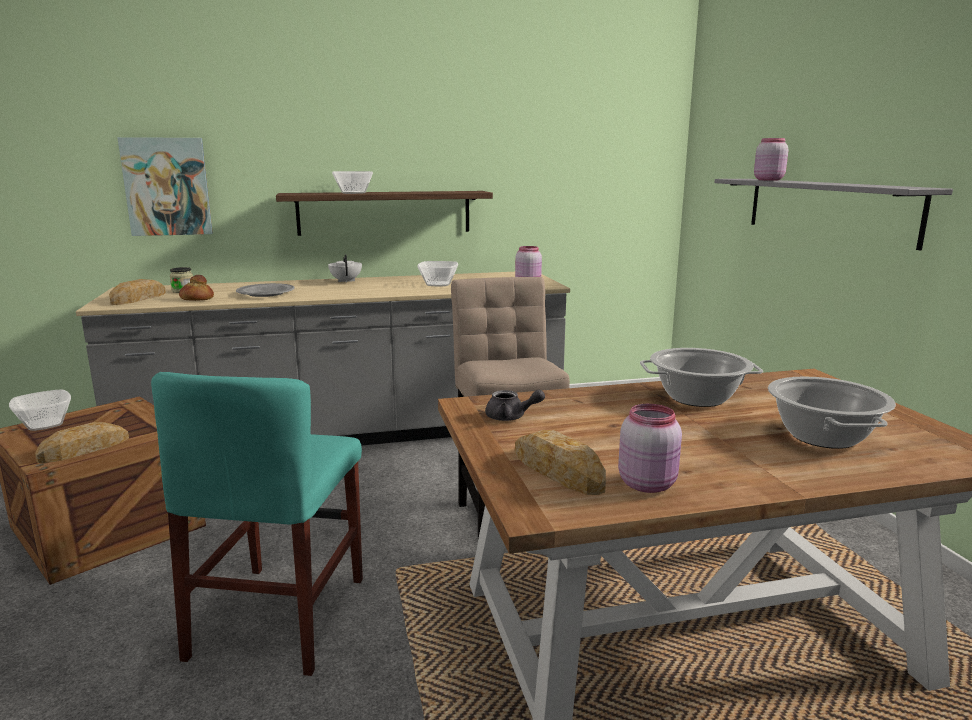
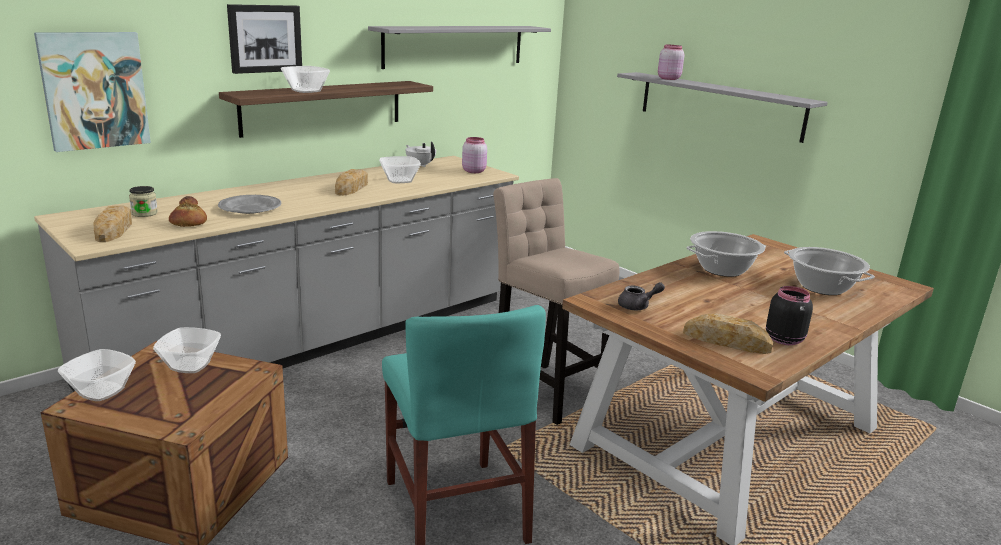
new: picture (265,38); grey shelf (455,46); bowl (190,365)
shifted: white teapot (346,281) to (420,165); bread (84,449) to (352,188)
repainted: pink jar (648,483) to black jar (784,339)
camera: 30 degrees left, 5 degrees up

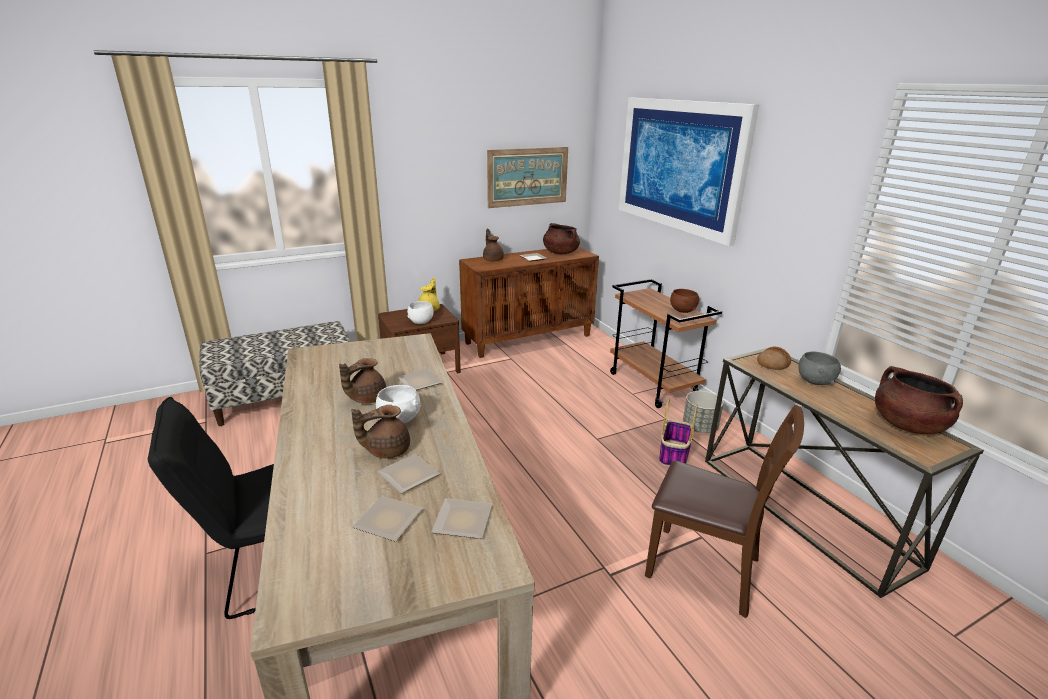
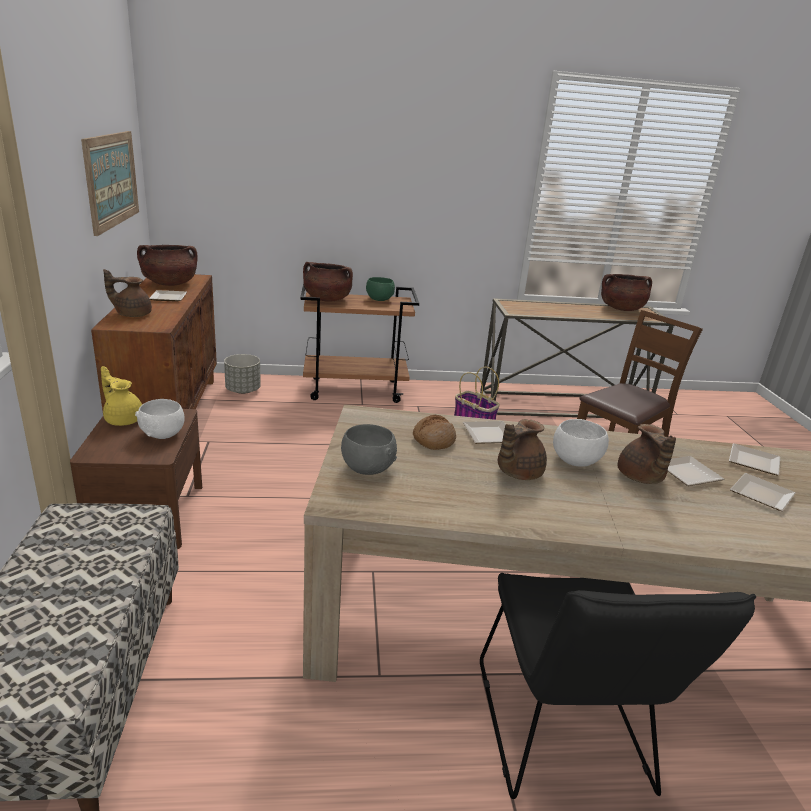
gone: picture (680,165)
new: brown cooking pot (327,299)
shifted: bread (773,363) to (433,439); grey bowl (815,381) to (367,468); grey planter (700,428) to (243,390)
repainted: brown bowl (682,310) to green bowl (379,299)
rotated: brown teapot (366,398) = (517,472) 75 degrees clockwise
camera: 70 degrees left, 0 degrees up

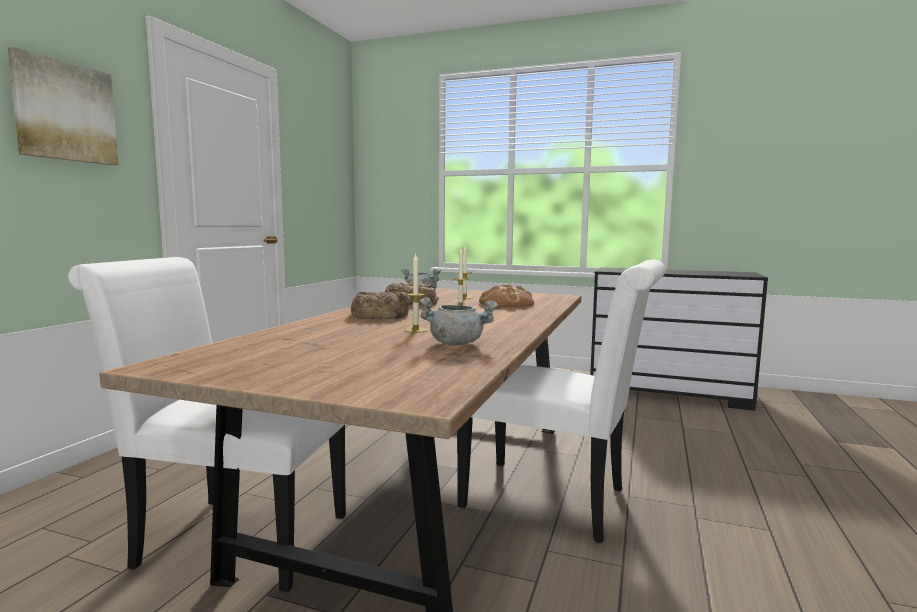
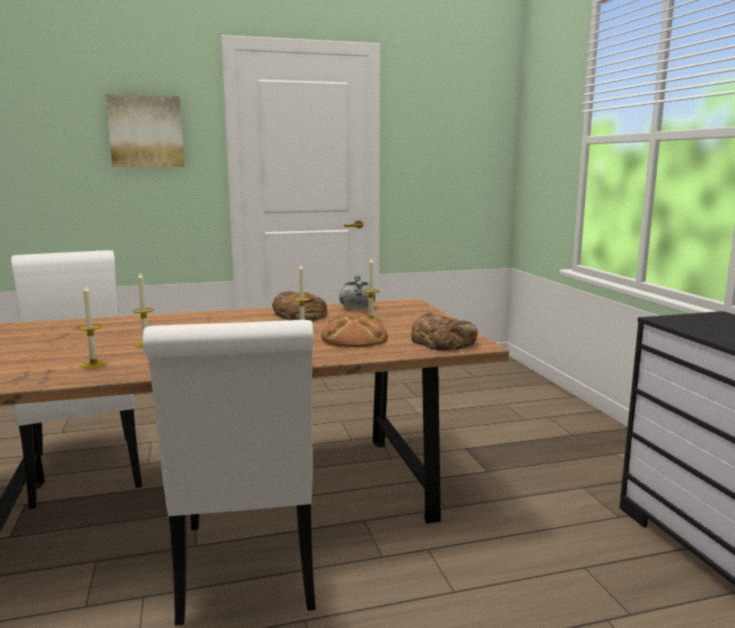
shifted: bread (381,315) to (443,341)
swapped: grey cooking pot (457,344) to candle (93,364)
camera: 55 degrees right, 5 degrees up

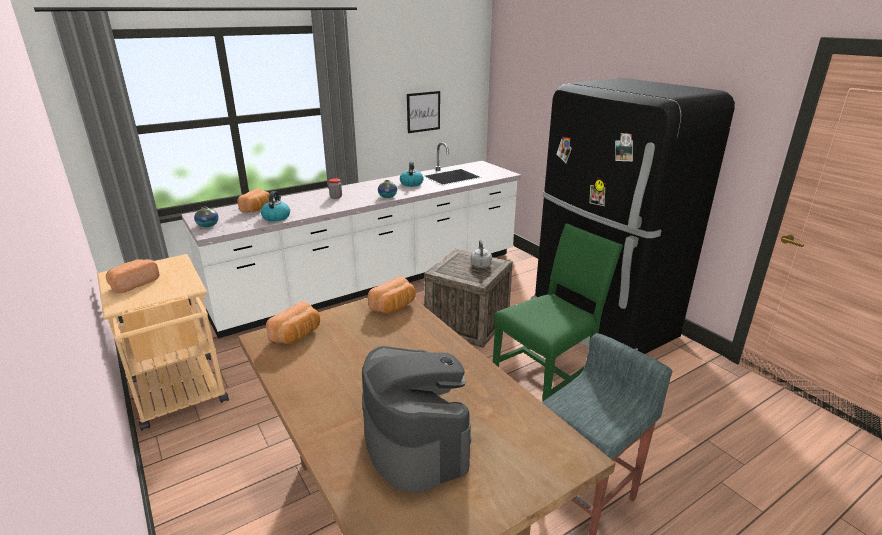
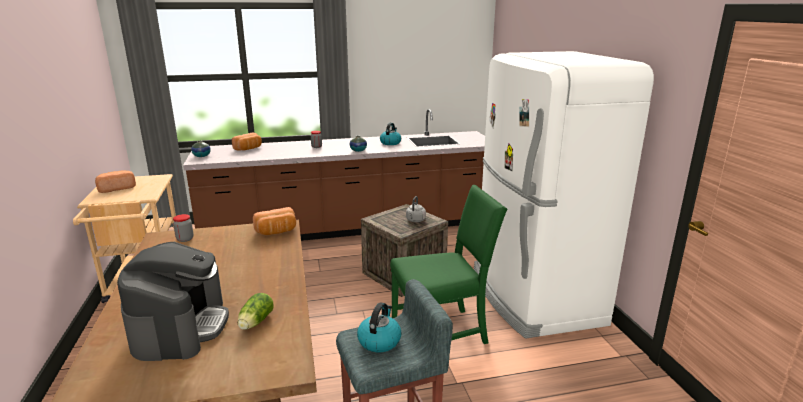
gone: picture (423,111)
new: lettuce (255,323)
shifted: kettle (276,217) to (379,341)
swapped: bread (297,335) to jar (185,239)
repainted: black fridge (600,322) to white fridge (533,297); white counter (374,282) to brown counter (350,228)
camera: 20 degrees right, 5 degrees down

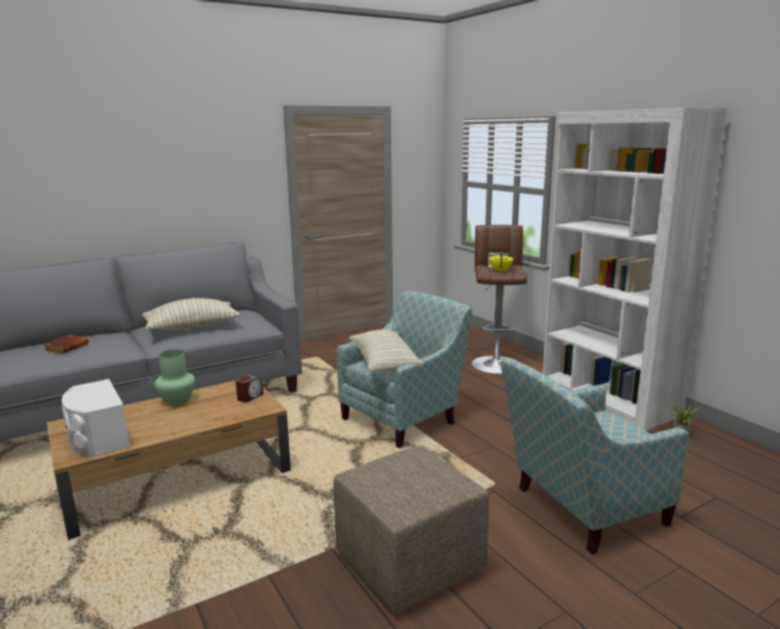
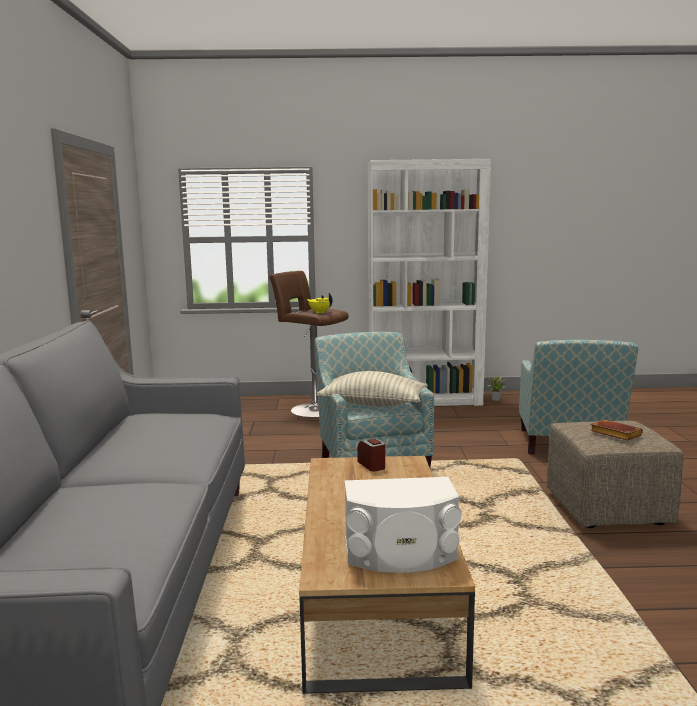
gone: pillow (192,327); green vase (178,400)
shifted: brown book (67,347) to (614,434)
camera: 60 degrees left, 5 degrees down

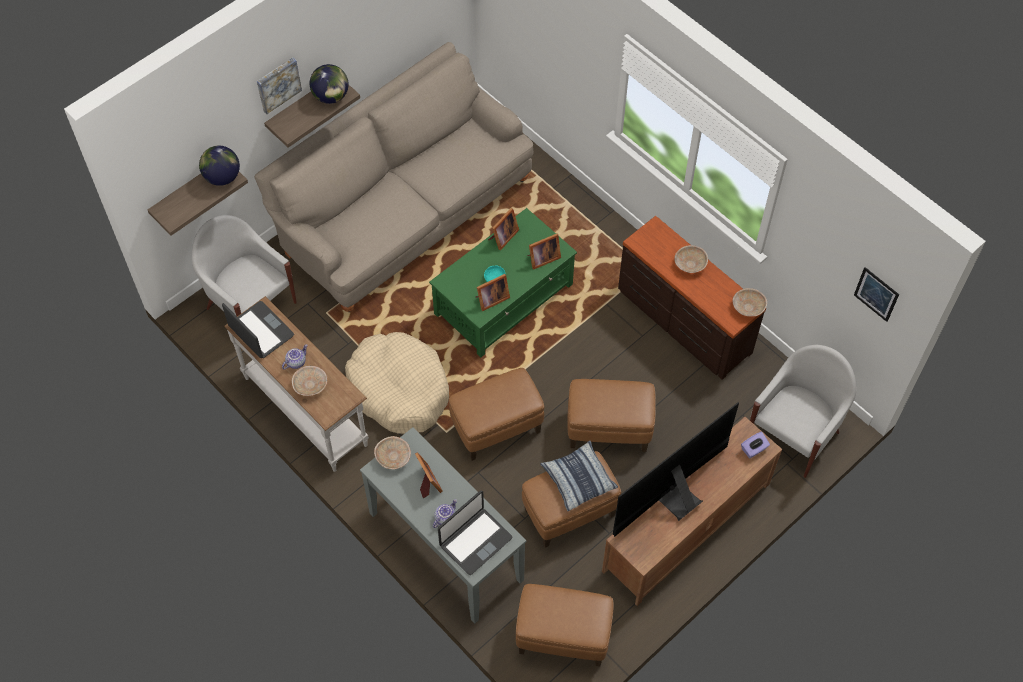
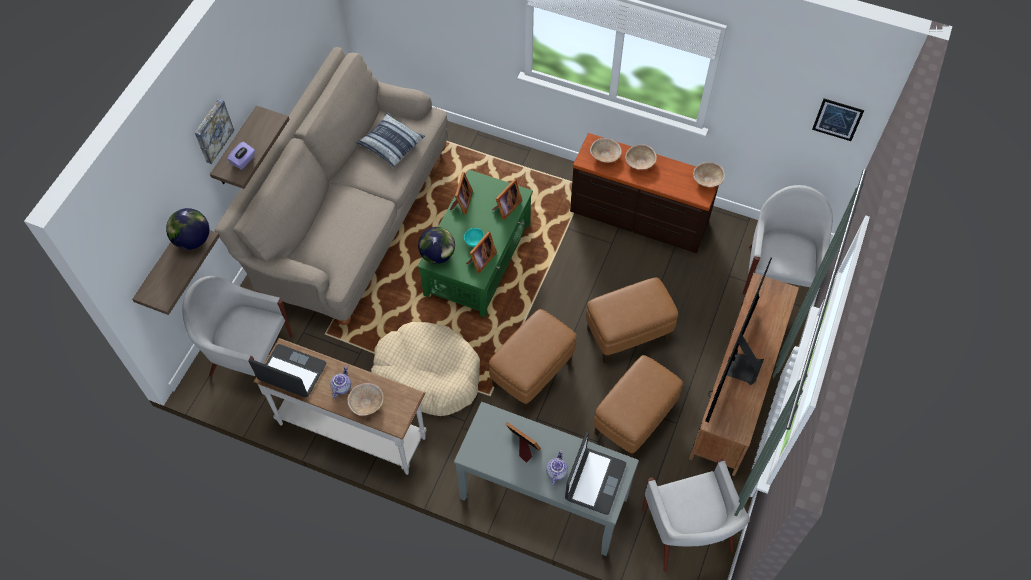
shifted: globe (331,96) to (438,255); purple tissue box (754,449) to (243,161); beige bowl (393,457) to (605,155); pillow (578,479) to (391,144)
swapped: brown ottoman (562,637) to white armchair (687,532)
camera: 25 degrees left, 0 degrees up

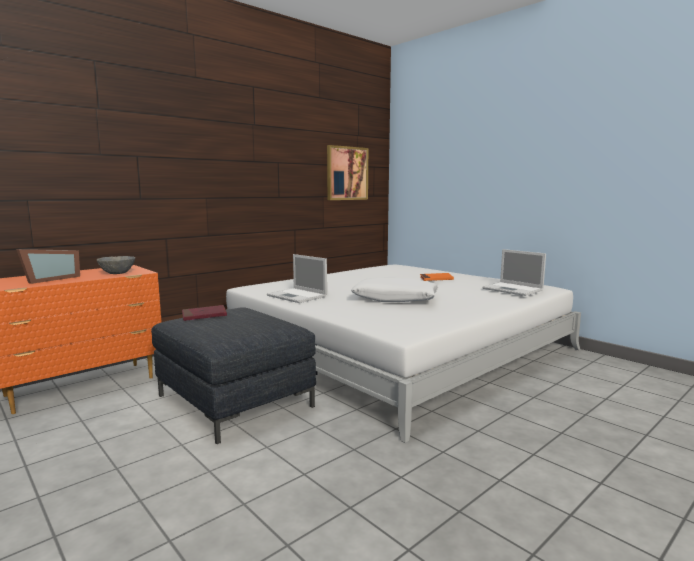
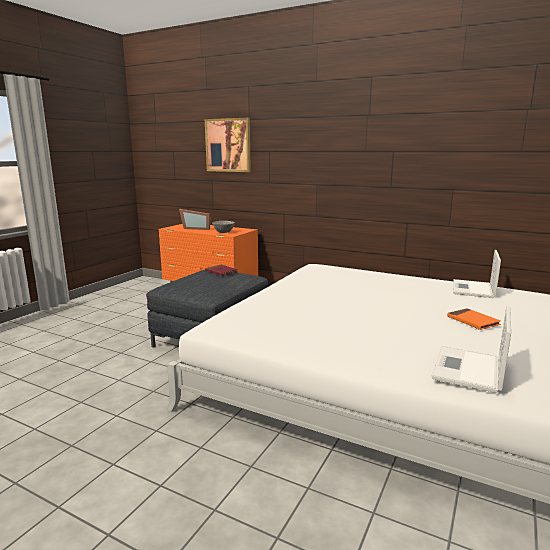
gone: white pillow (395,299)
shifted: picture (347,173) to (228,145); laptop (297,296) to (473,289)
camera: 70 degrees right, 5 degrees up

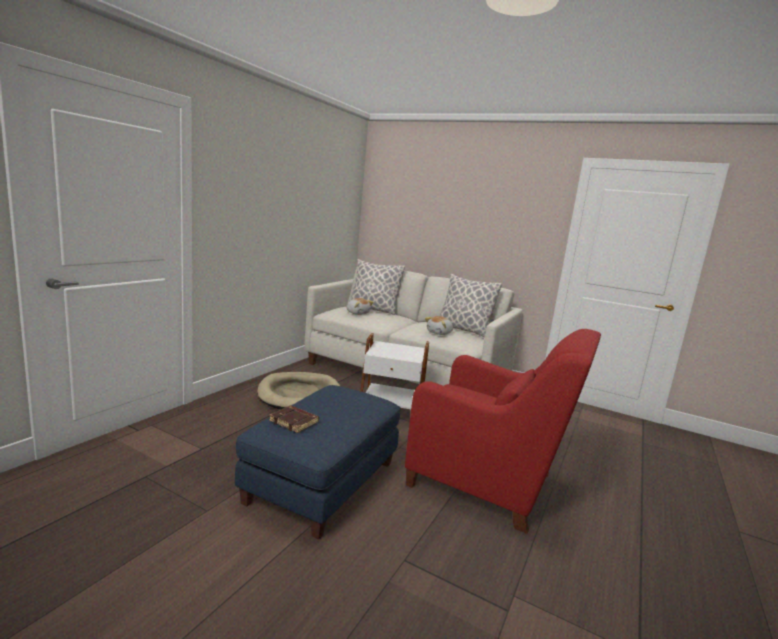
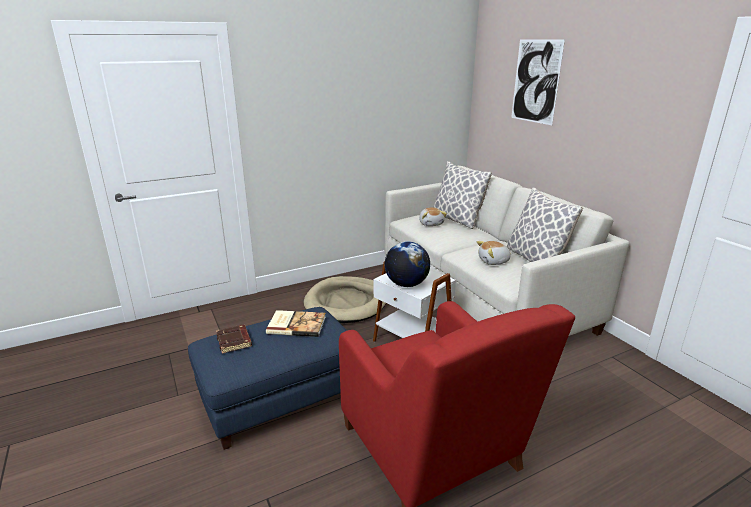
new: picture (536,81); globe (406,284); book (296,324)
camera: 35 degrees right, 10 degrees up

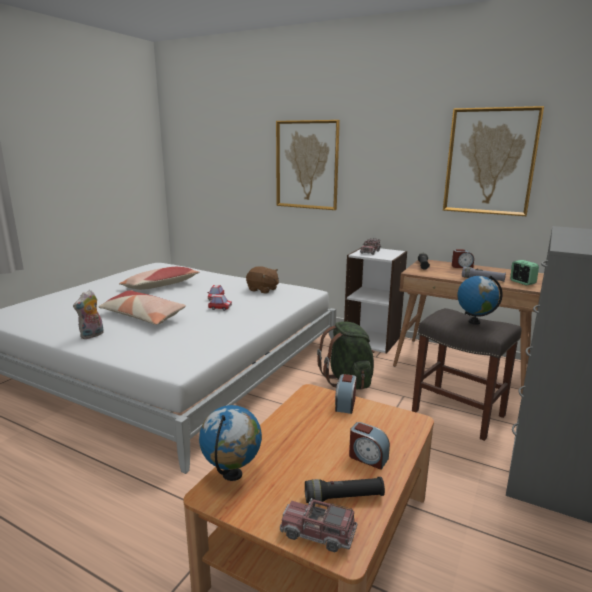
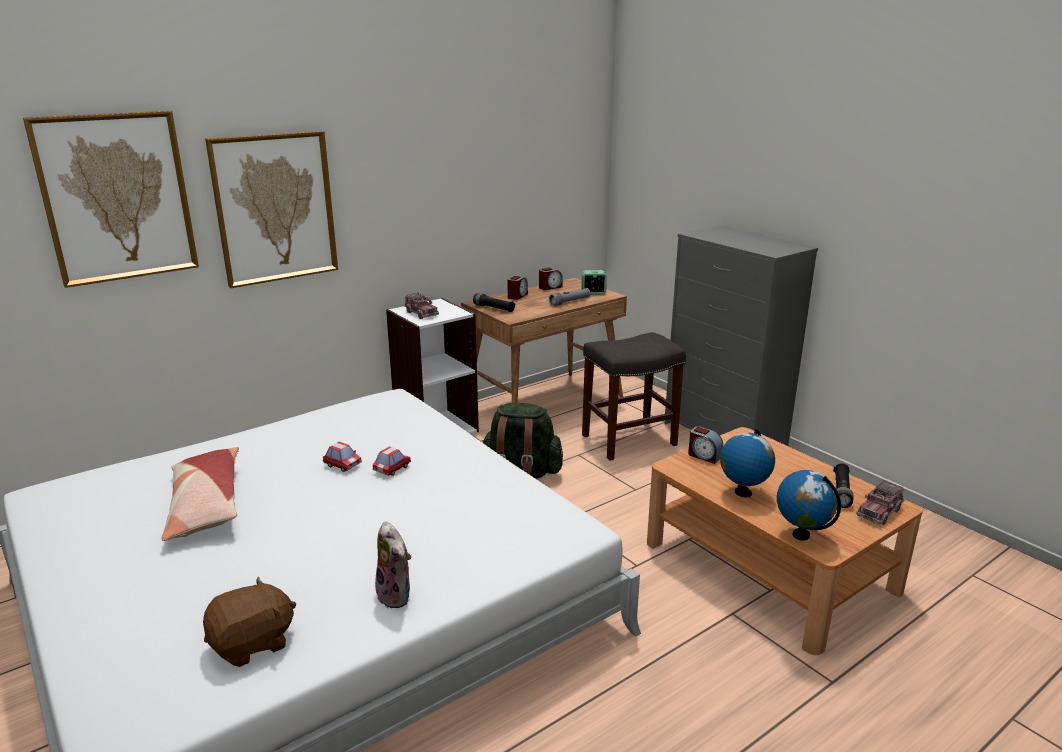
gone: pillow (143,316)
shifted: picture (490,162) to (117,197); brown plush toy (262,290) to (253,644); globe (474,322) to (742,493); alarm clock (367,458) to (550,287)
camera: 65 degrees left, 5 degrees up

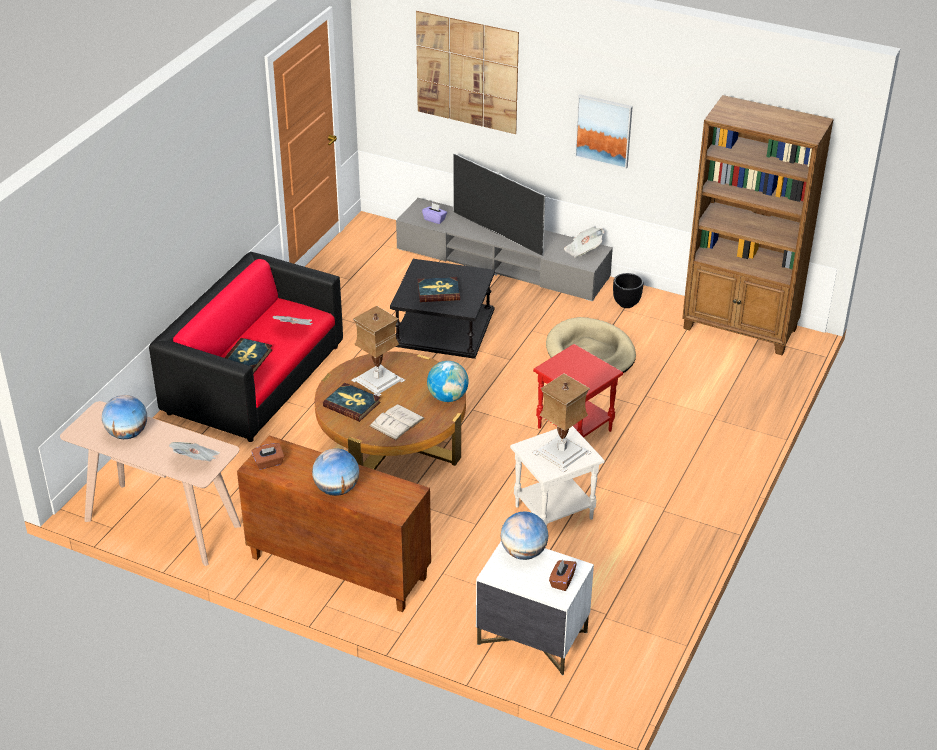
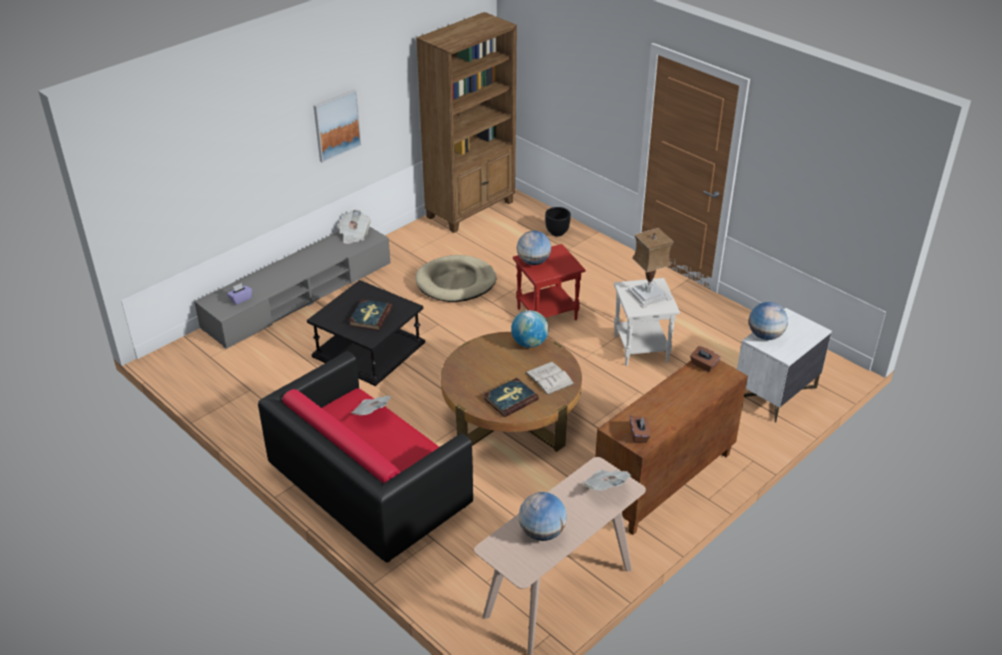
gone: picture (467,72); television (498,233); table lamp (376,380); book (247,358)
shifted: black planter (626,303) to (557,233); globe (336,489) to (533,262); brown tissue box (562,581) to (703,365)
camera: 70 degrees left, 0 degrees up

